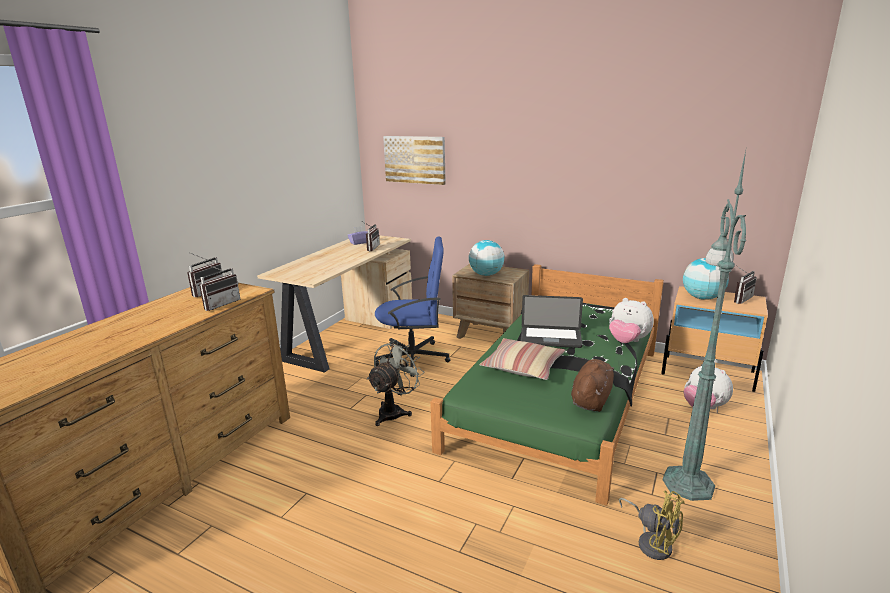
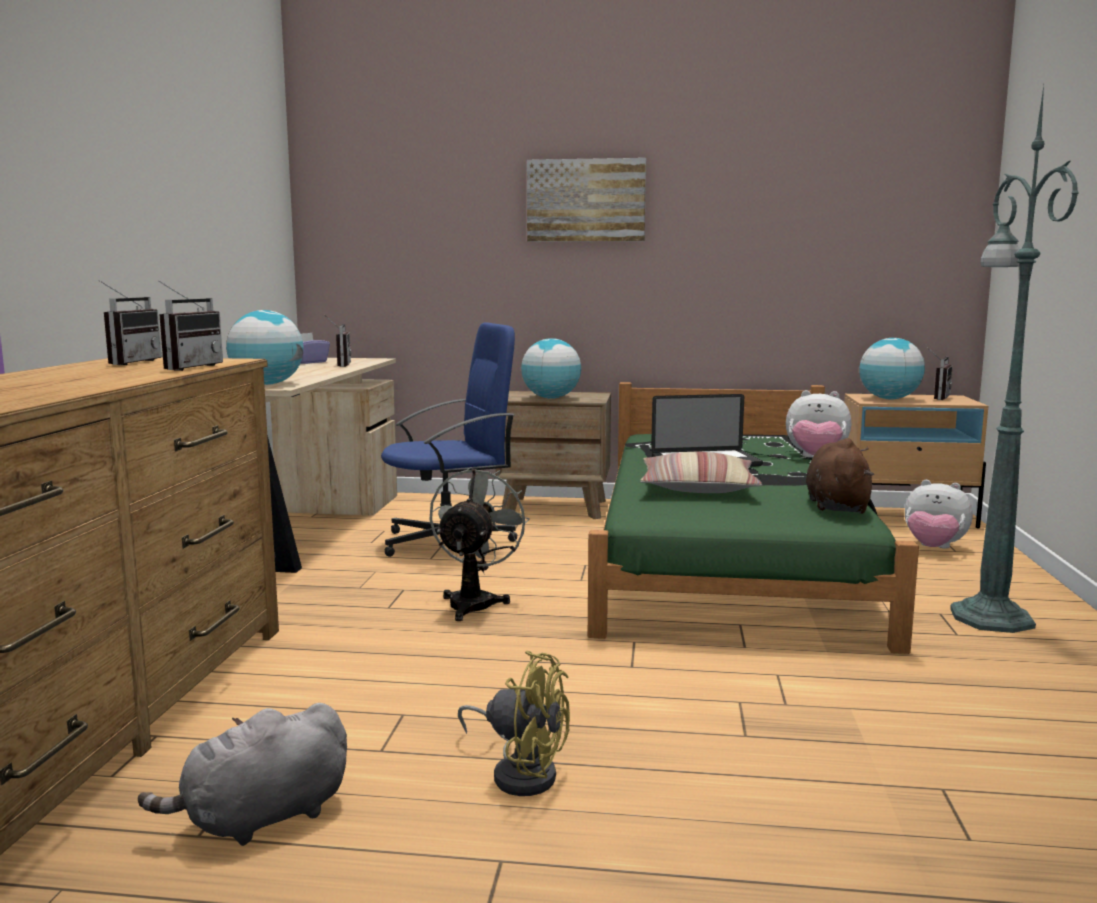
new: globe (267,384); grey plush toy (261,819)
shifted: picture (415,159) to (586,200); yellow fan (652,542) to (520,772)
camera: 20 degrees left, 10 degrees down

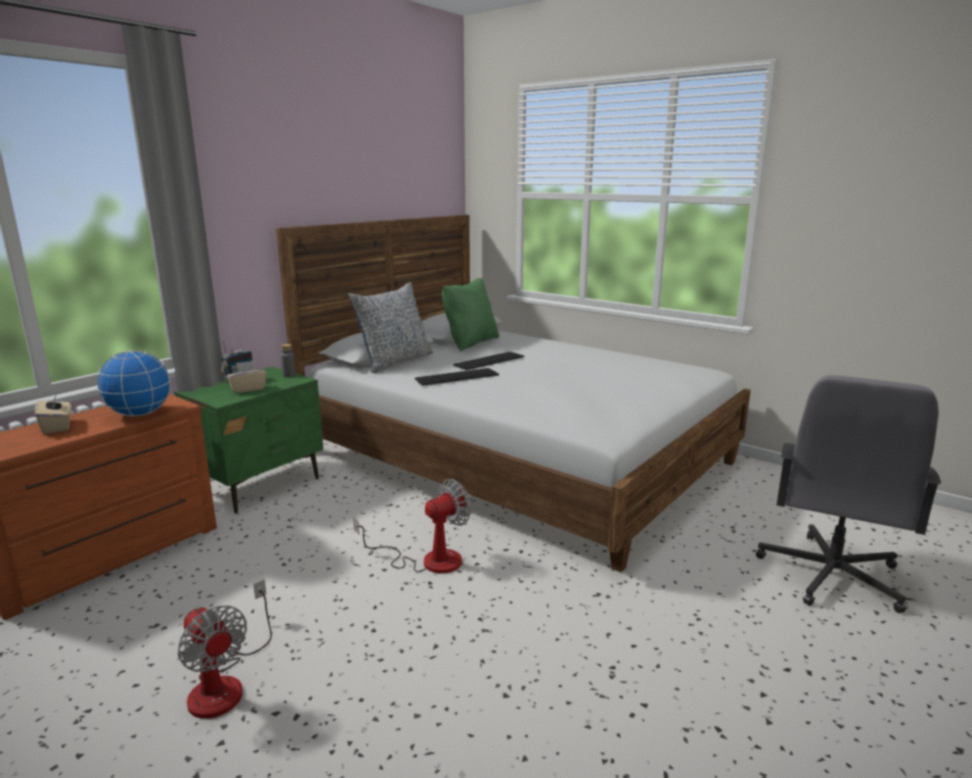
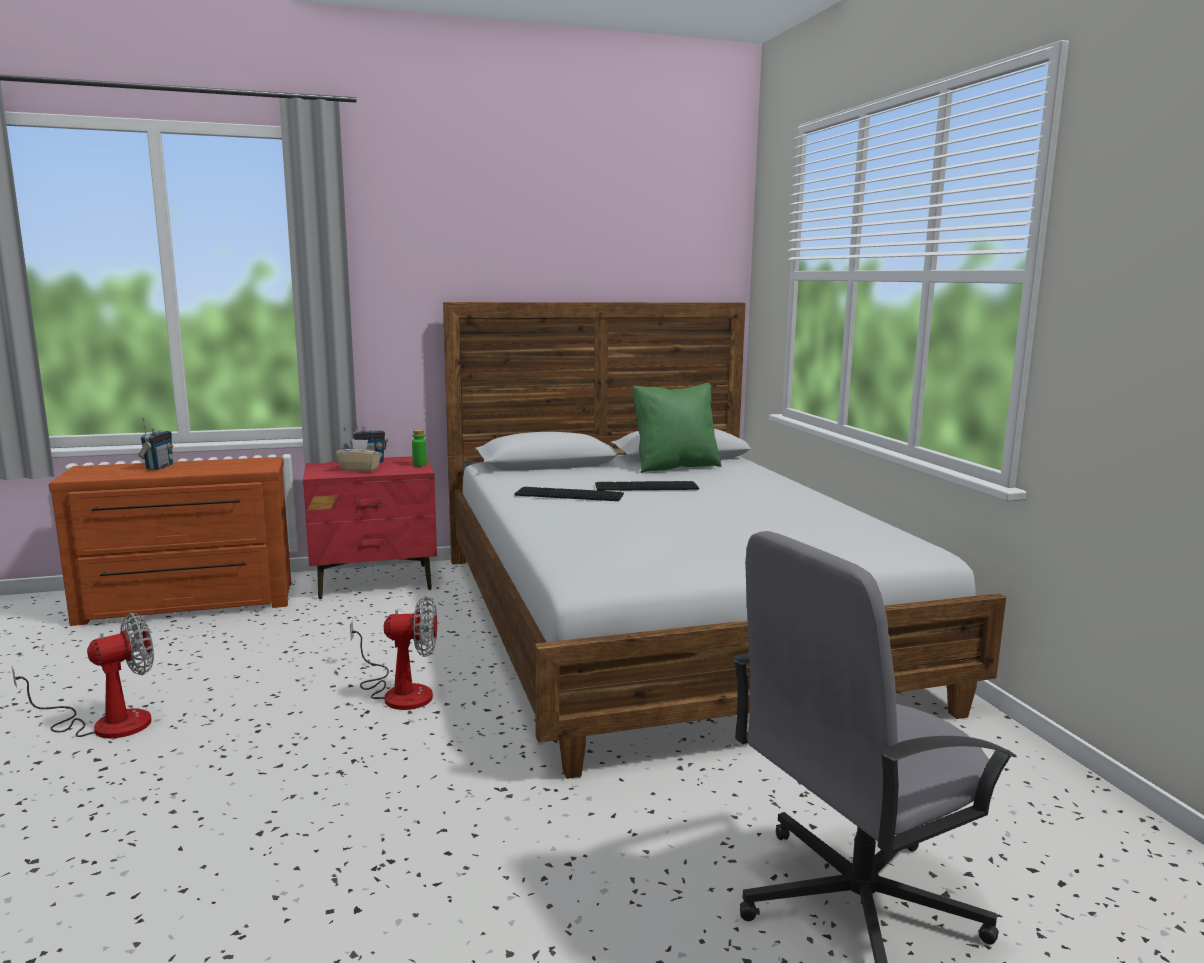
gone: pillow (395,361); globe (140,414)
swapped: beige tissue box (57,427) to radio (159,467)
repainted: grey bottle (289,375) to green bottle (419,465); green nightstand (260,485) to red nightstand (375,581)
rotated: fan (225,683) = (106,723) 120 degrees counterclockwise
camera: 35 degrees right, 5 degrees down

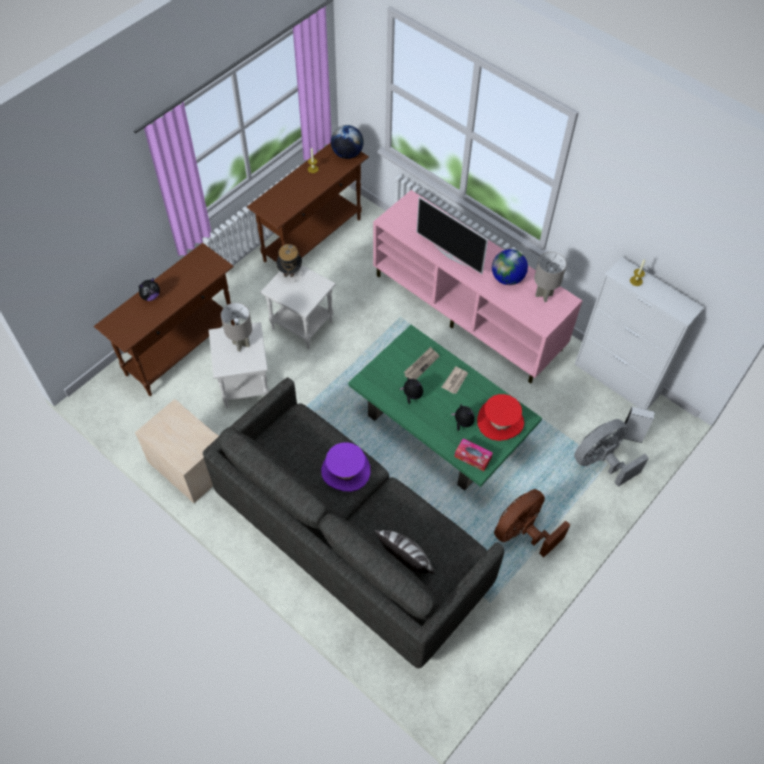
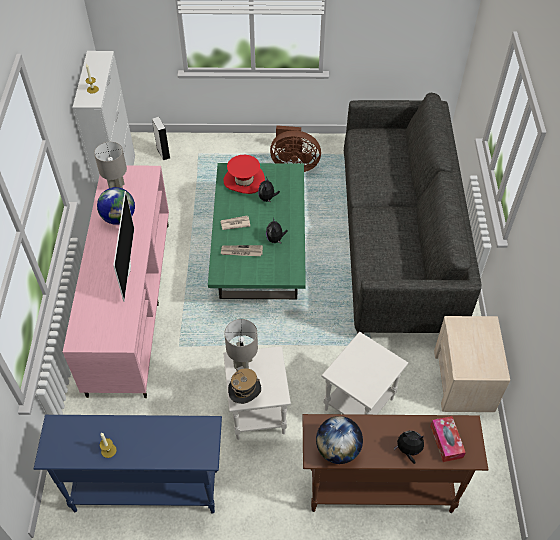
gone: grey fan (601,461); purple hat (345,471); pillow (405,561)
shifted: globe (347,154) to (338,449); grey table lamp (241,344) to (242,363); tissue box (472,457) to (446,441)
repainted: brown console table (313,240) to blue console table (145,490)
camera: 130 degrees left, 5 degrees down

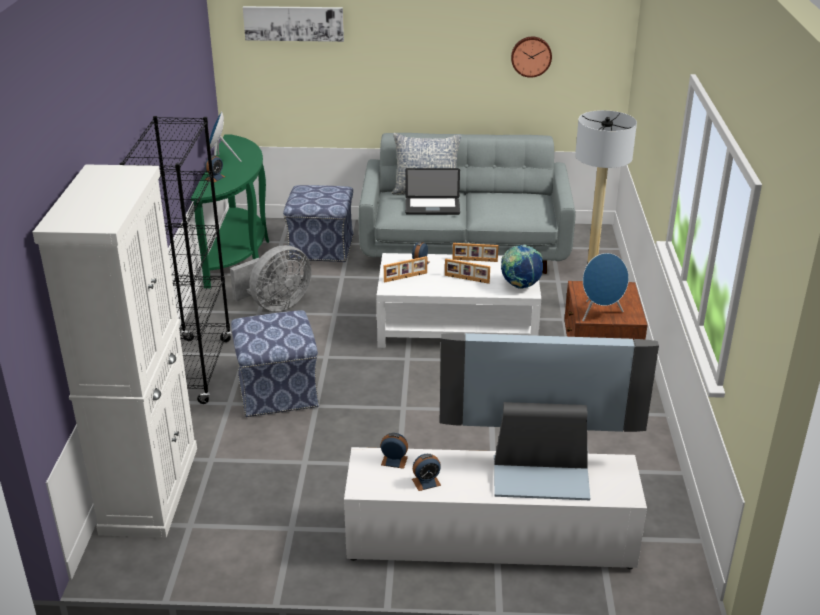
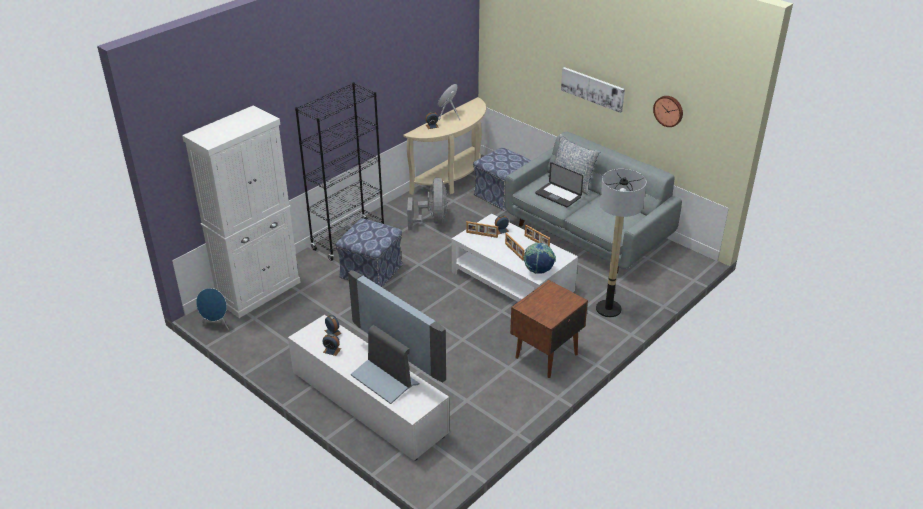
shifted: picture (294,23) to (593,89); blue speaker (600,314) to (216,324)
repainted: green console table (239,254) to beige console table (452,179)
rotated: grey fan (275,305) = (432,220) 90 degrees counterclockwise
camera: 40 degrees right, 5 degrees up

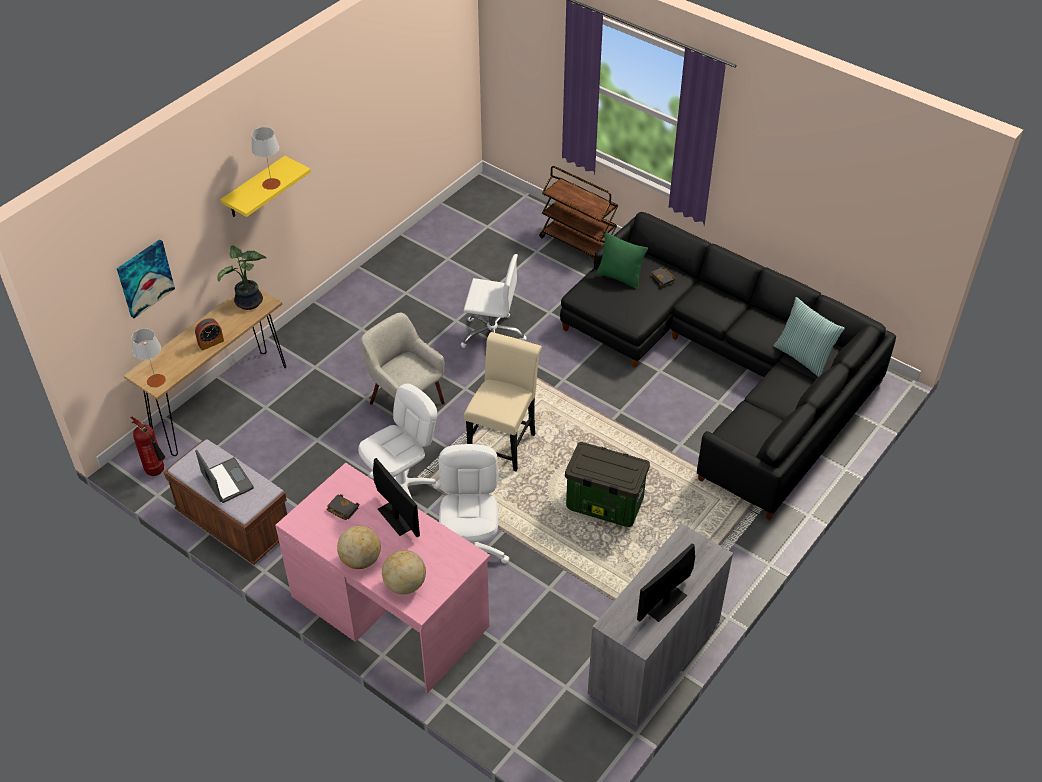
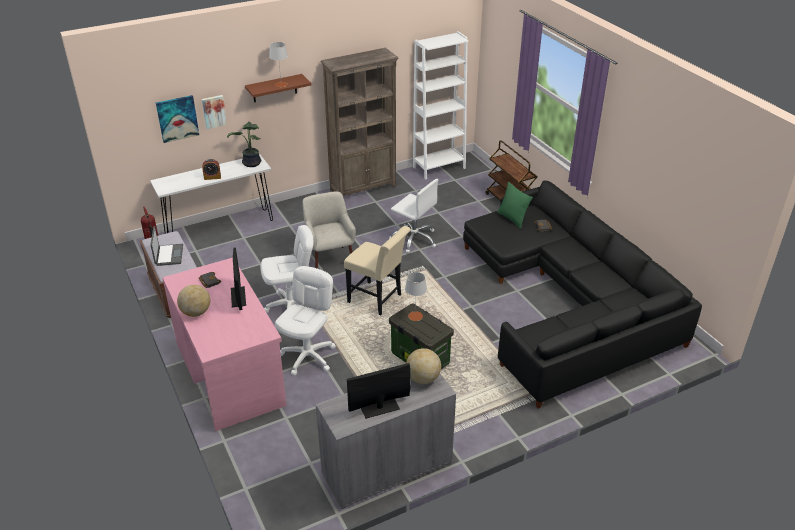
gone: pillow (803,357)
new: white bookcase (439,168); brown bookcase (363,188); picture (214,111)
shifted: grey table lamp (156,380) to (415,316); globe (405,584) to (423,378)
repainted: yellow shelf (255,188) to brown shelf (274,88); brown console table (220,403) to white console table (219,228)
rotated: beige chair (504,441) = (378,300) 75 degrees clockwise
camera: 25 degrees right, 10 degrees down

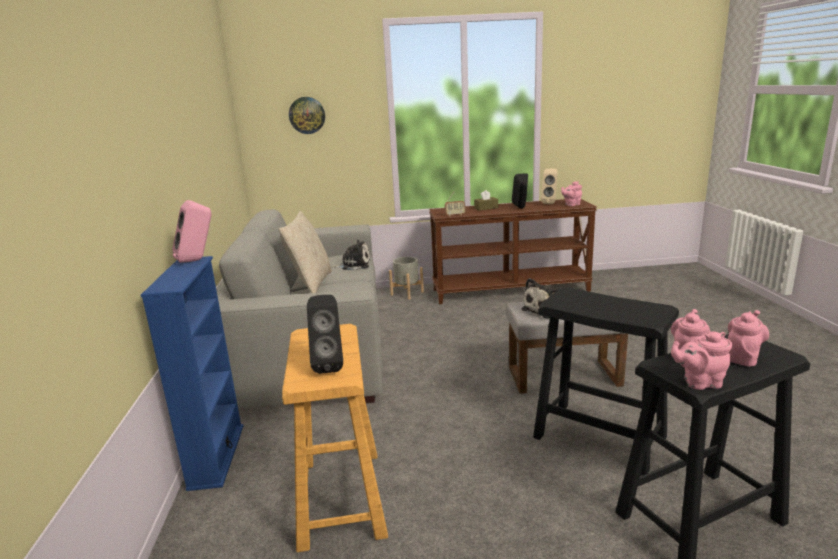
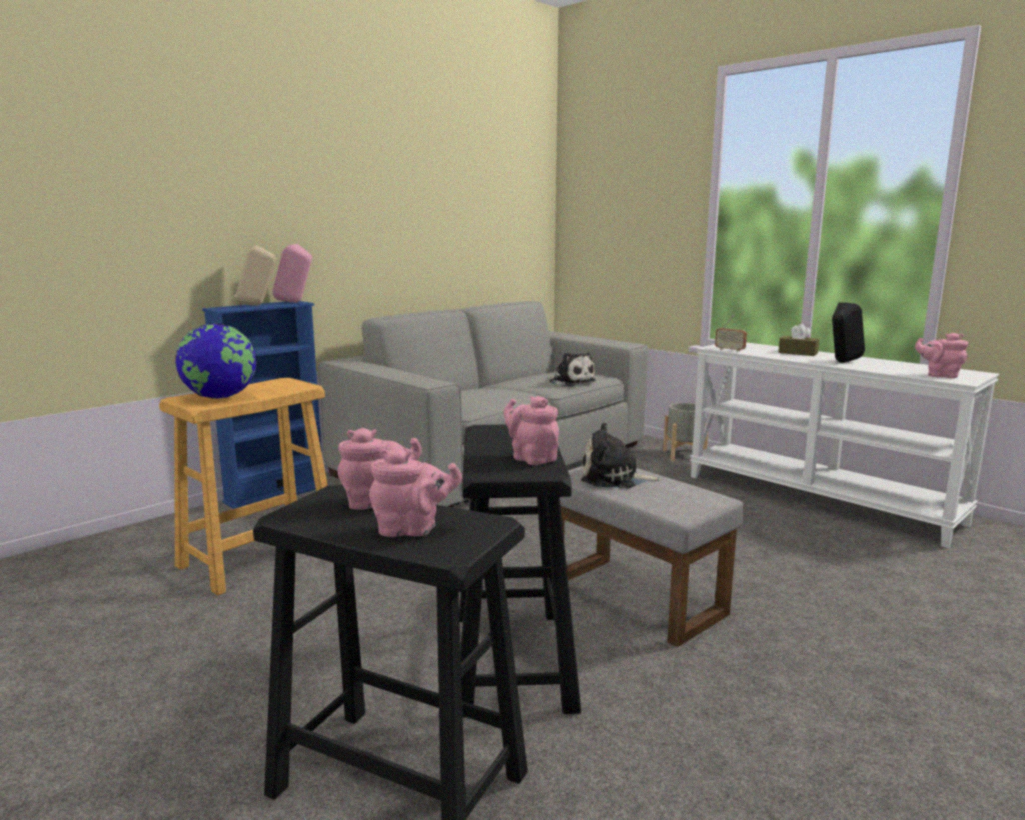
gone: wall clock (307,115); beige pillow (310,283)
shifted: beige speaker (550,203) to (257,305); pink teapot (699,382) to (531,458)
swapped: black speaker (329,365) to globe (220,397)
repainted: brown console table (510,290) to white console table (820,499)
camera: 50 degrees right, 5 degrees down

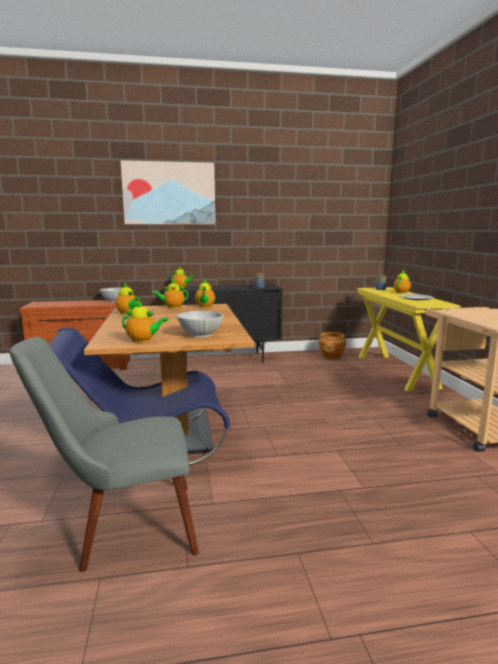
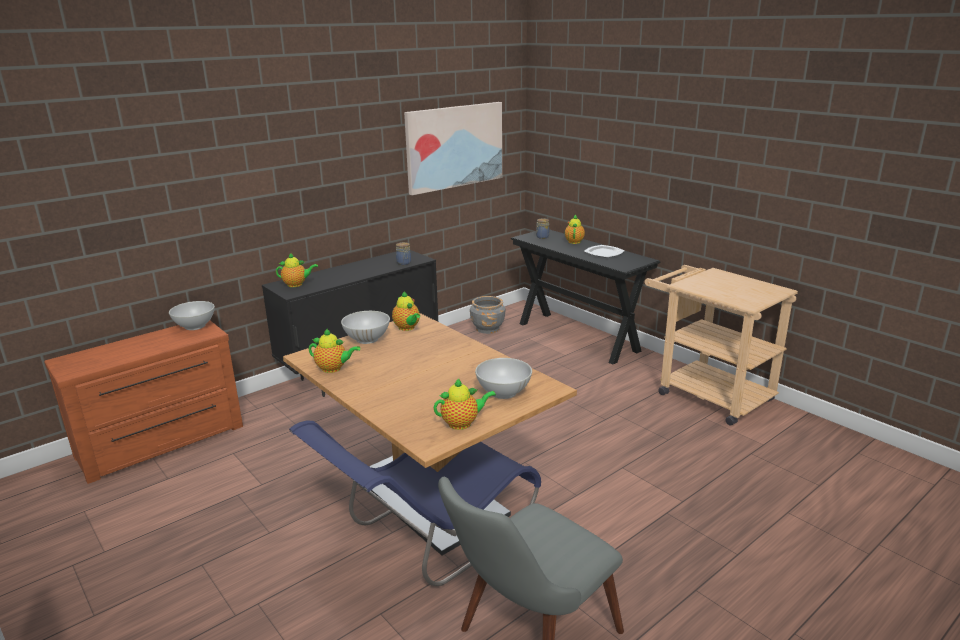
shifted: picture (169,193) to (454,146)
swapped: teapot (172,307) to white bowl (367,339)
repainted: yellow console table (395,371) to black console table (577,337); brown planter (331,356) to grey planter (488,328)
camera: 30 degrees left, 10 degrees up

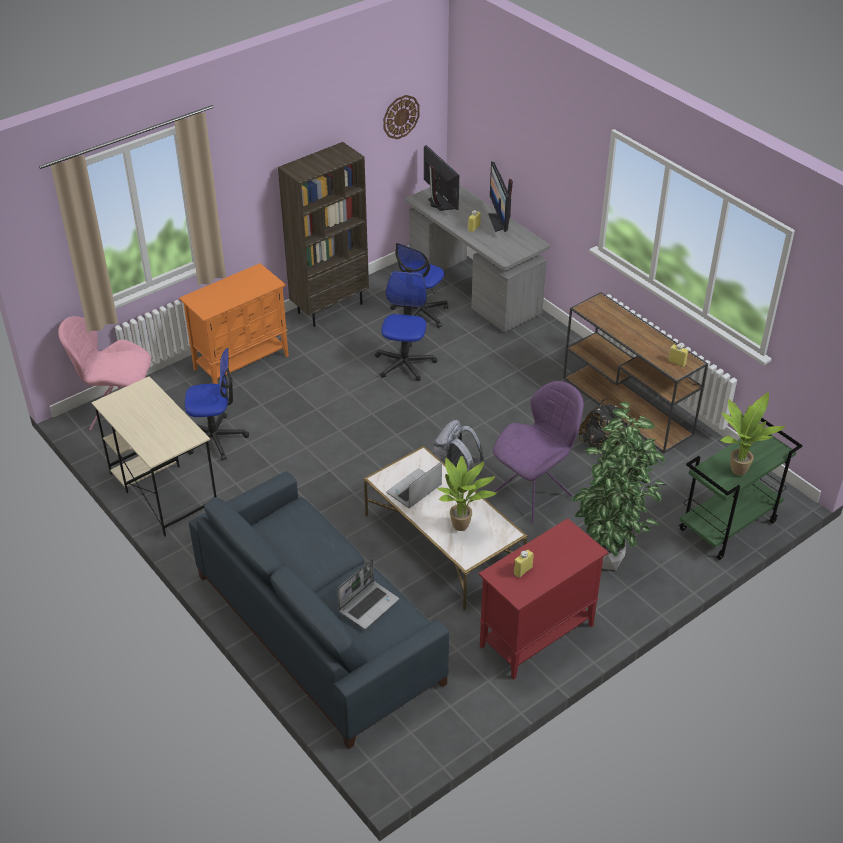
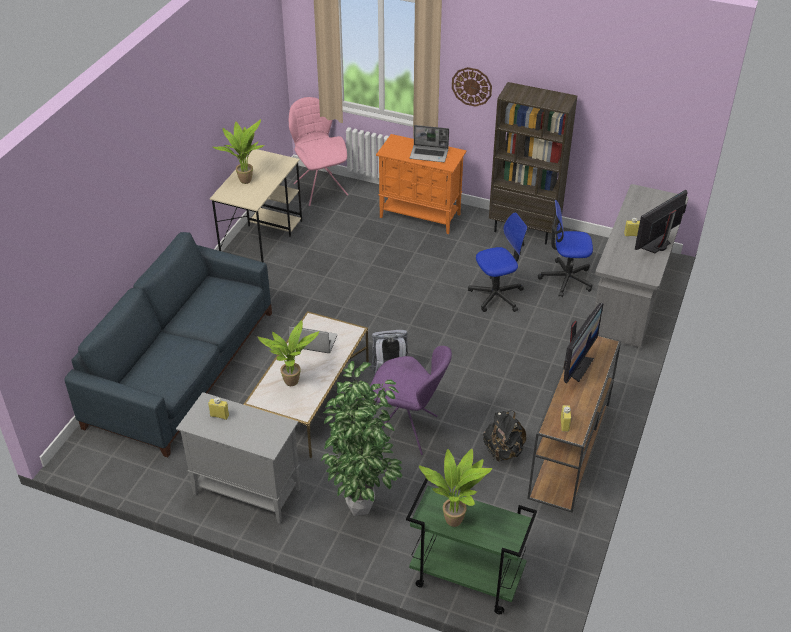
gone: office chair (215,438)
new: potted plant (245,180)
shifted: wall clock (401,116) to (471,86); monitor (439,203) to (577,367); laptop (368,605) to (429,154)
repainted: red cabinet (536,636) to grey cabinet (246,491)
camera: 60 degrees right, 0 degrees up

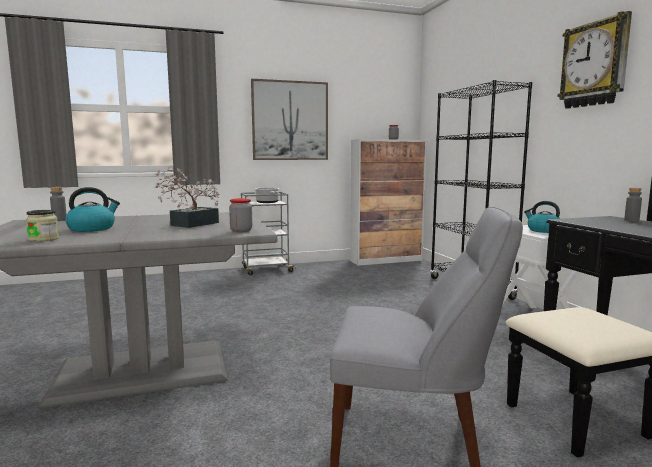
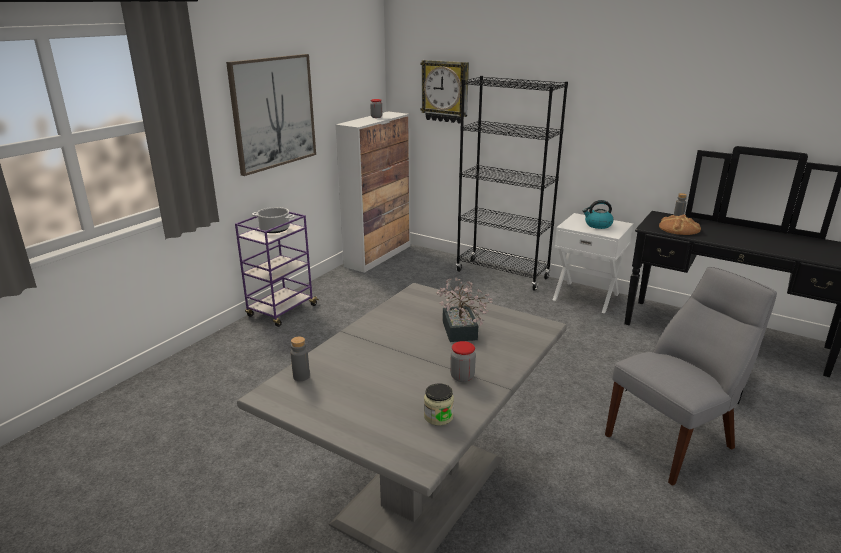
gone: kettle (92,229)
new: bread (678,229)
shifted: wall clock (594,64) to (445,91); jar (241,231) to (462,377)
repainted: grey cart (266,270) to purple cart (281,311)
camera: 40 degrees left, 15 degrees up

